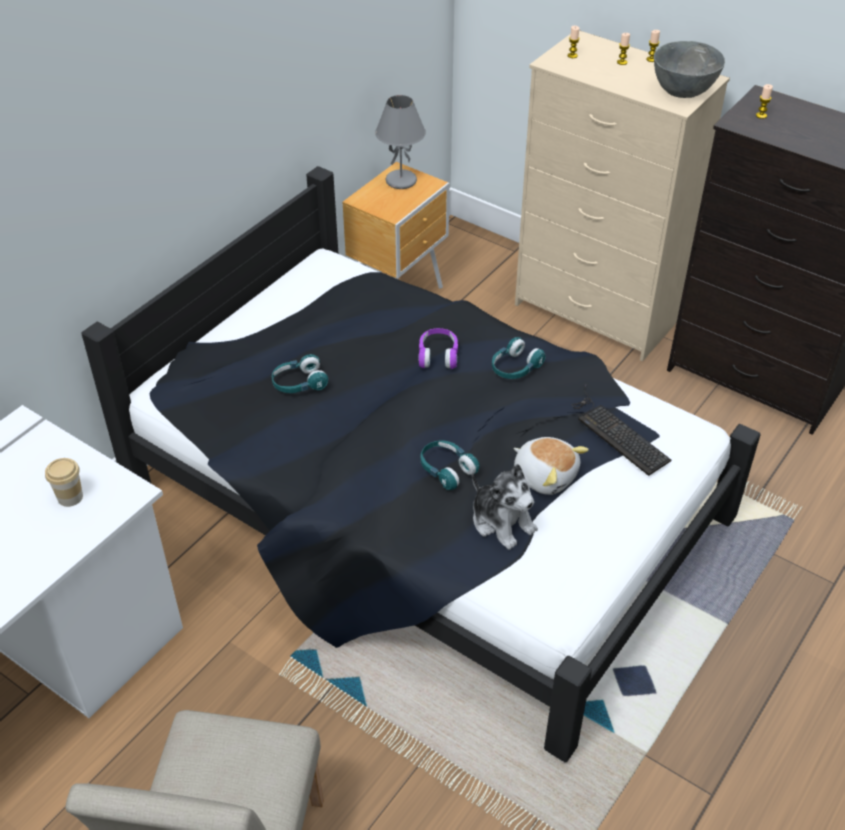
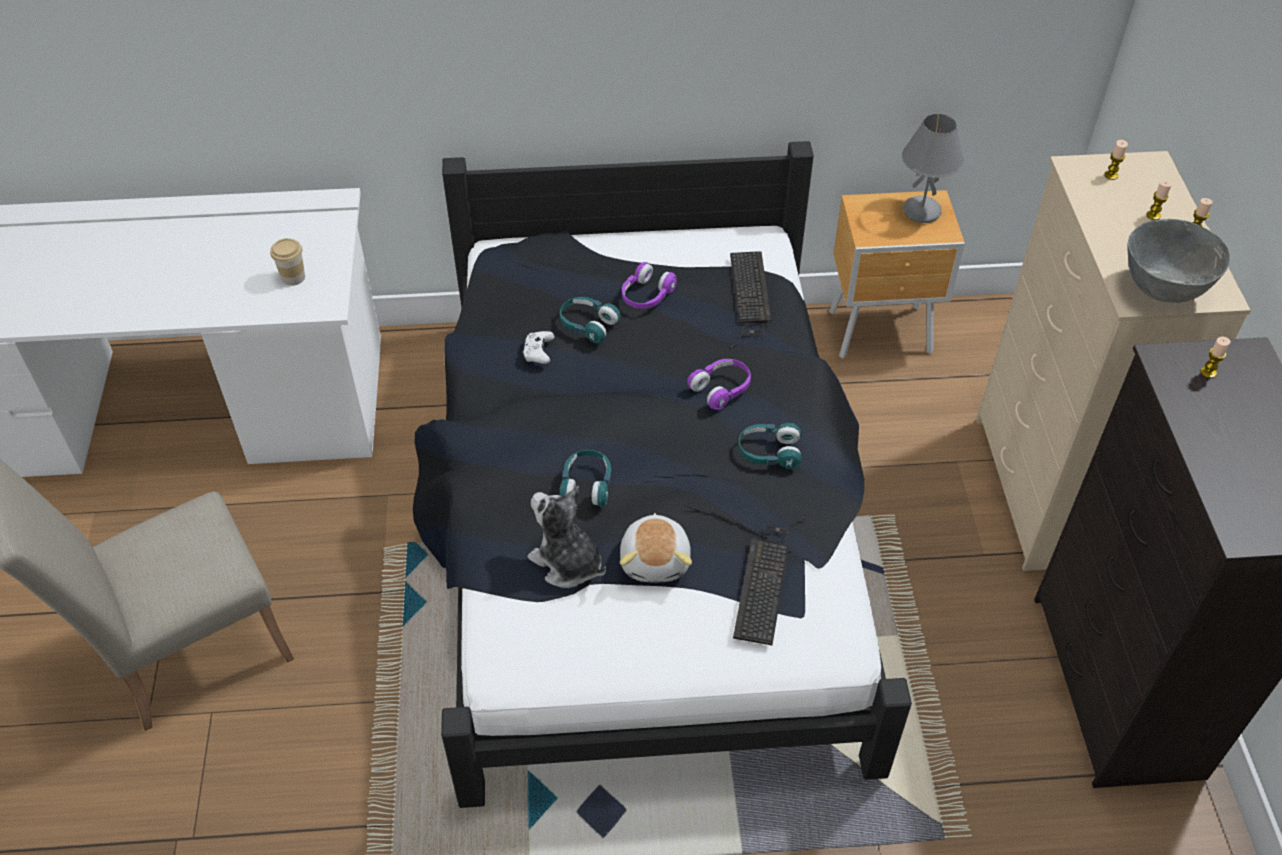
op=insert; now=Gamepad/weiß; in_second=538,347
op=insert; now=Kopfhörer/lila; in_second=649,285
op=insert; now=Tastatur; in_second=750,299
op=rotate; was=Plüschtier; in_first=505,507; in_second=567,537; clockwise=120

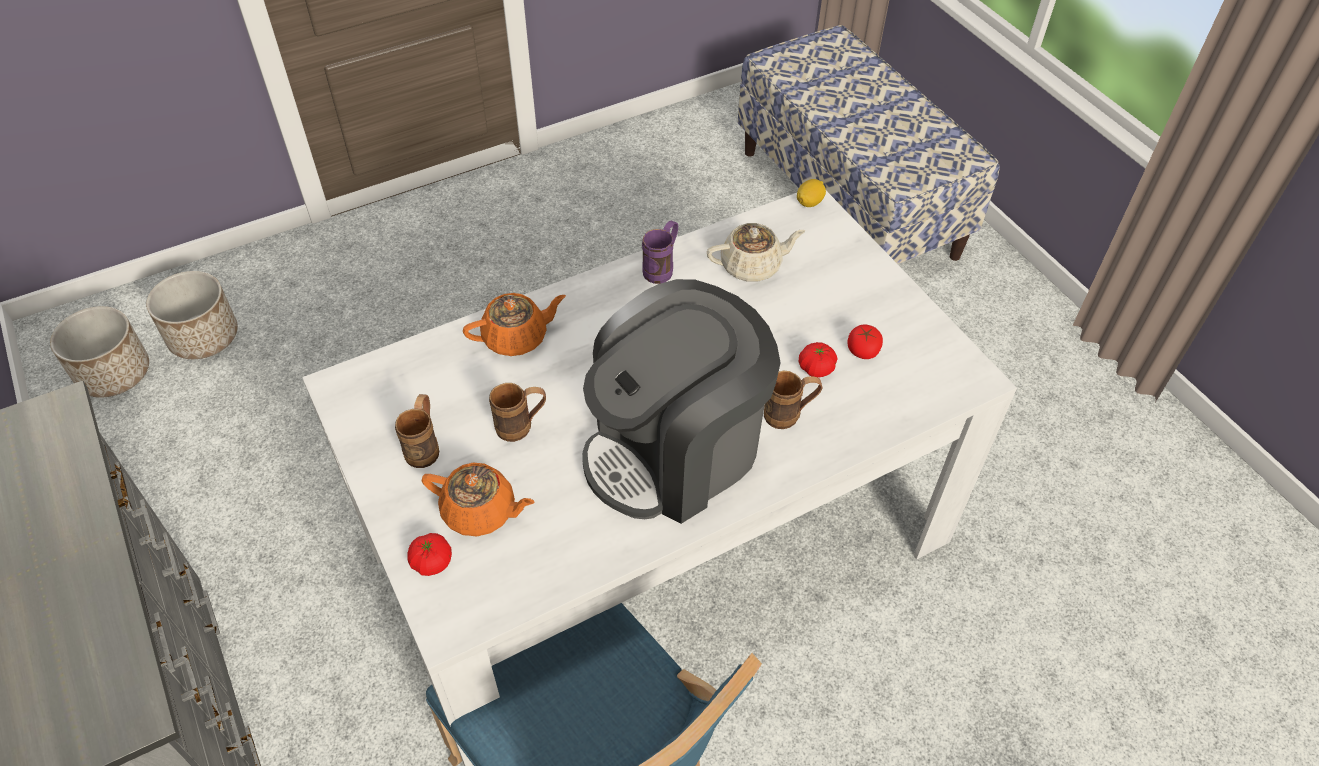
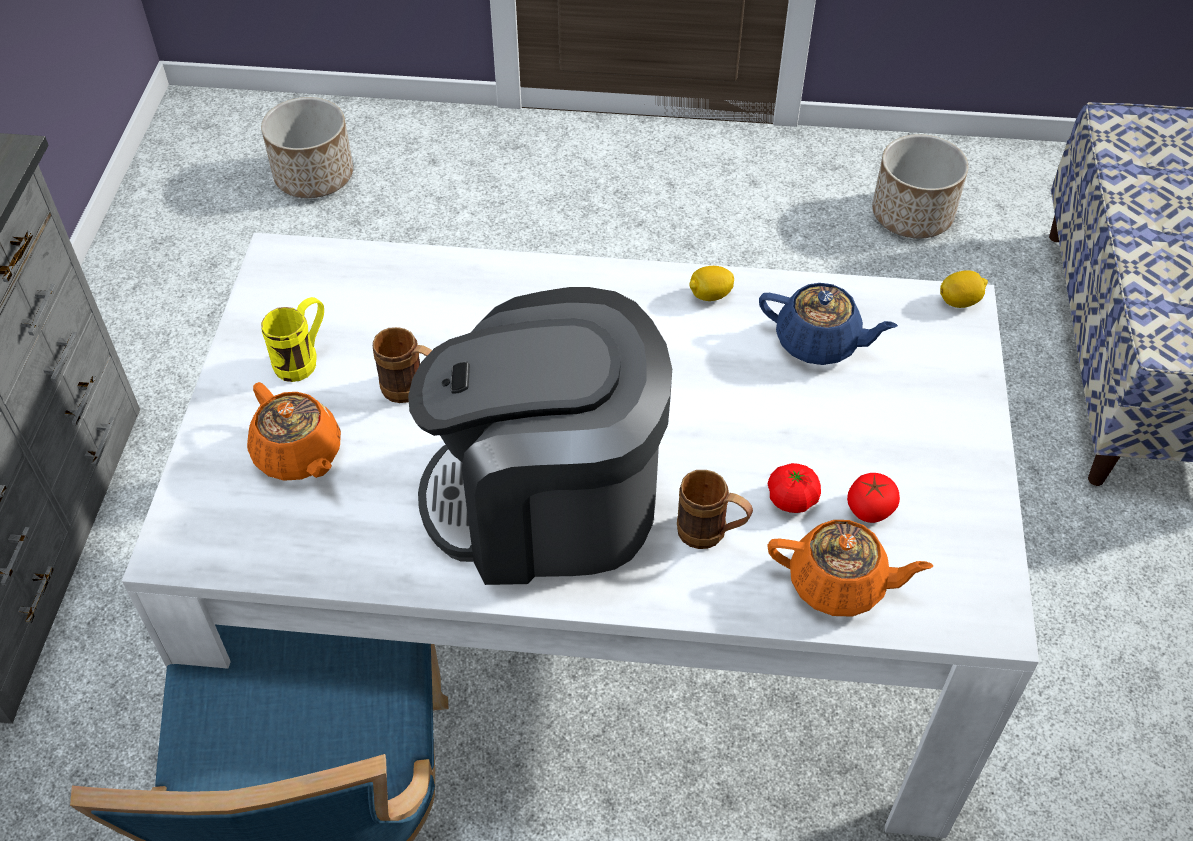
op=delete; was=Tomate; in_first=429,554
op=move; was=Pflanzkübel; in_first=99,352; in_second=920,186
op=move; was=Teekanne/orange; in_first=514,324; in_second=850,568
op=replace; was=Henkelbecher/lila; now=Zitrone; in_first=660,252; in_second=711,283
op=recolor; was=Henkelbecher/braun; now=Henkelbecher/gelb; in_first=417,431; in_second=292,339
op=recolor; was=Teekanne/beige; now=Teekanne/blau; in_first=756,252; in_second=828,324

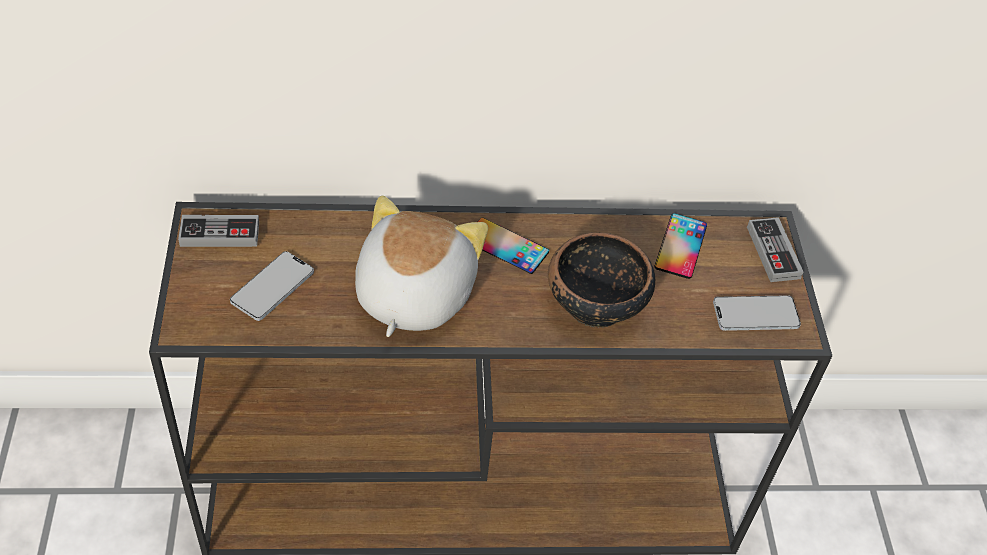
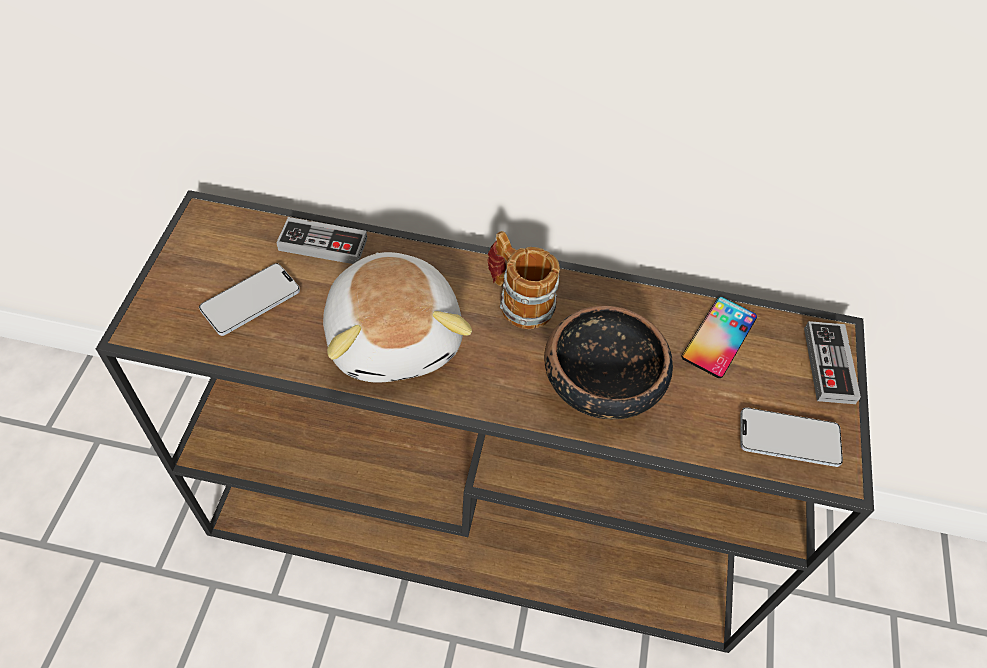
op=move; was=Gamepad; in_first=218,231; in_second=321,240
op=replace; was=Handy; now=Henkelbecher; in_first=513,245; in_second=523,280
op=rotate; was=Plüschtier; in_first=421,266; in_second=397,317; clockwise=135

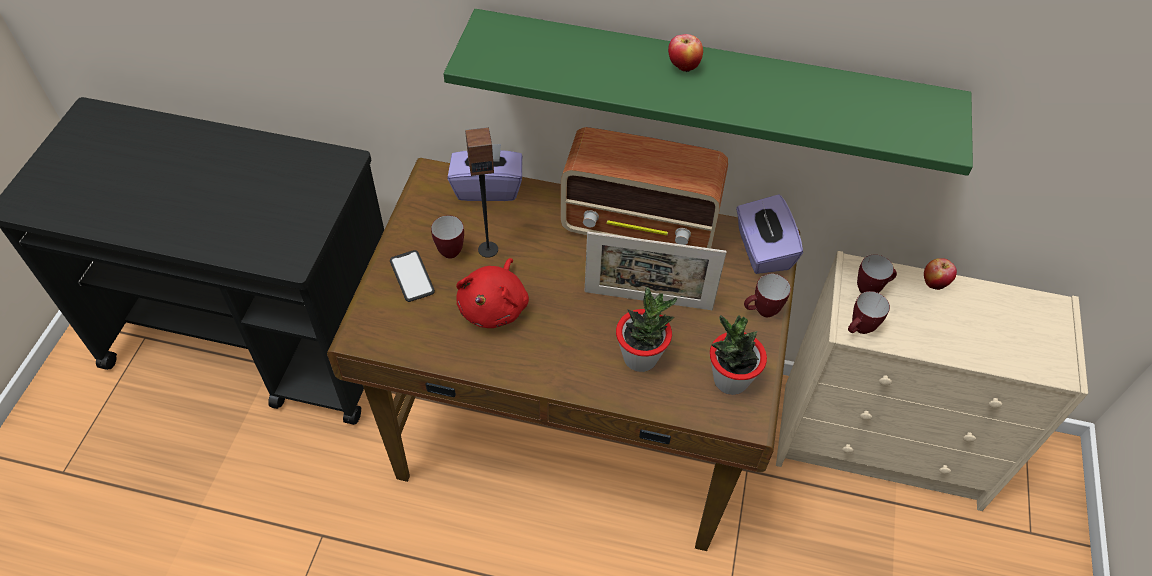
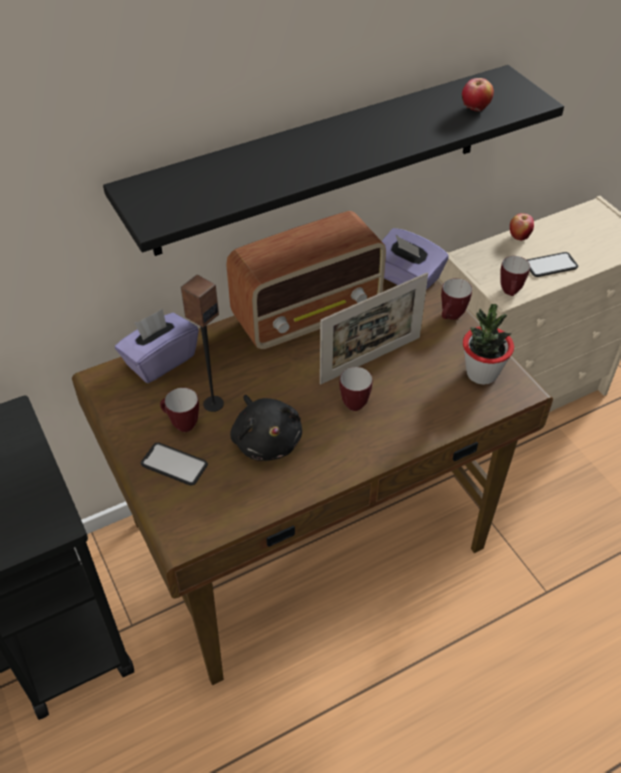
op=delete; was=Topfpflanze; in_first=646,329
op=insert; now=Handy; in_second=552,264
op=move; was=Apfel; in_first=685,53; in_second=478,95
op=move; was=Henkelbecher; in_first=877,274; in_second=356,389
op=recolor; was=Wandregal/grün; now=Wandregal/schwarz; in_first=708,92; in_second=333,160
op=recolor; was=Plüschtier/rot; now=Plüschtier/schwarz; in_first=492,293; in_second=266,428

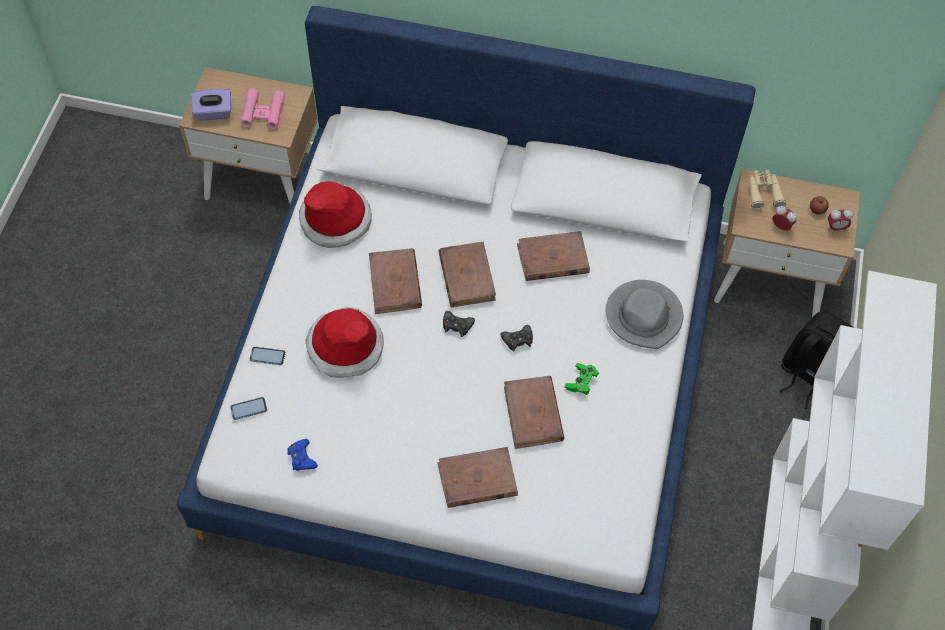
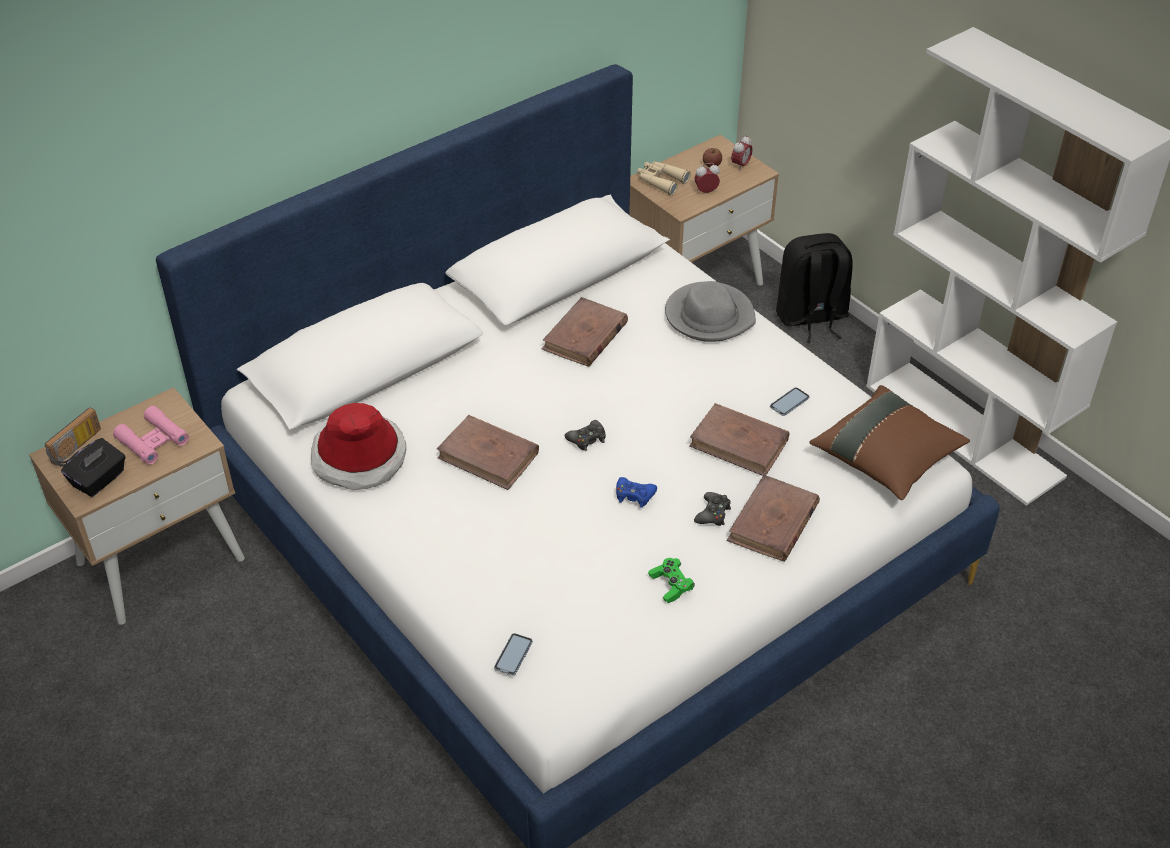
op=delete; was=Hut; in_first=345,342
op=delete; was=Buch/braun; in_first=467,274
op=insert; now=Radio; in_second=73,437
op=insert; now=Kissen/braun; in_second=889,442
op=move; was=Handy; in_first=267,355; in_second=789,401
op=move; was=Gamepad/blau; in_first=302,455; in_second=636,492
op=move; was=Gamepad/schwarz; in_first=516,338; in_second=712,509
op=move; was=Gamepad/grün; in_first=582,379; in_second=671,580
op=recolor; was=Taschentuchbox/lila; now=Taschentuchbox/schwarz; in_first=211,104; in_second=93,467

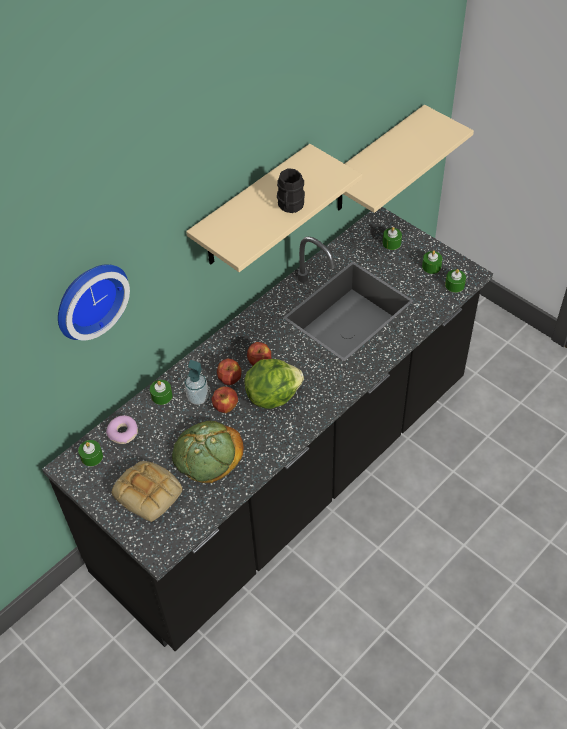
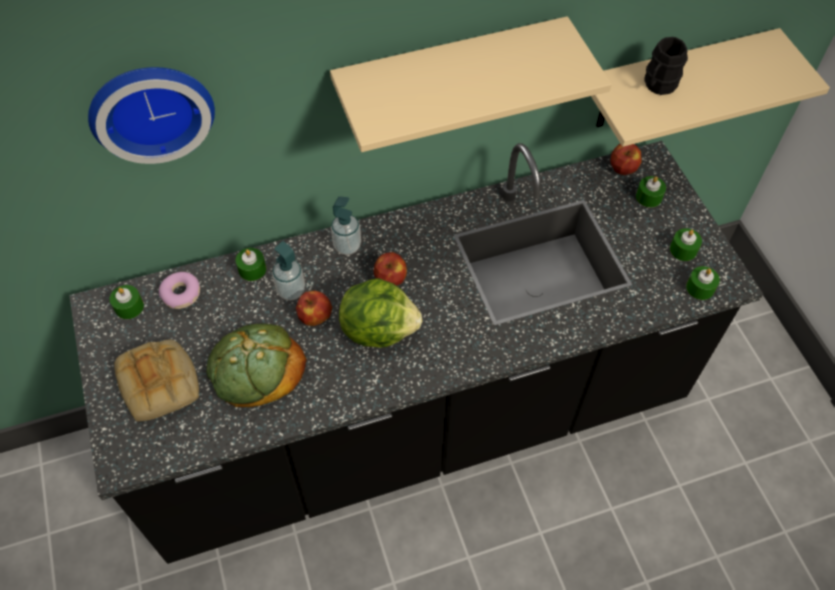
op=insert; now=Seifenspender; in_second=346,226
op=move; was=Apfel; in_first=229,371; in_second=626,159
op=move; was=Henkelbecher/schwarz; in_first=291,190; in_second=666,66

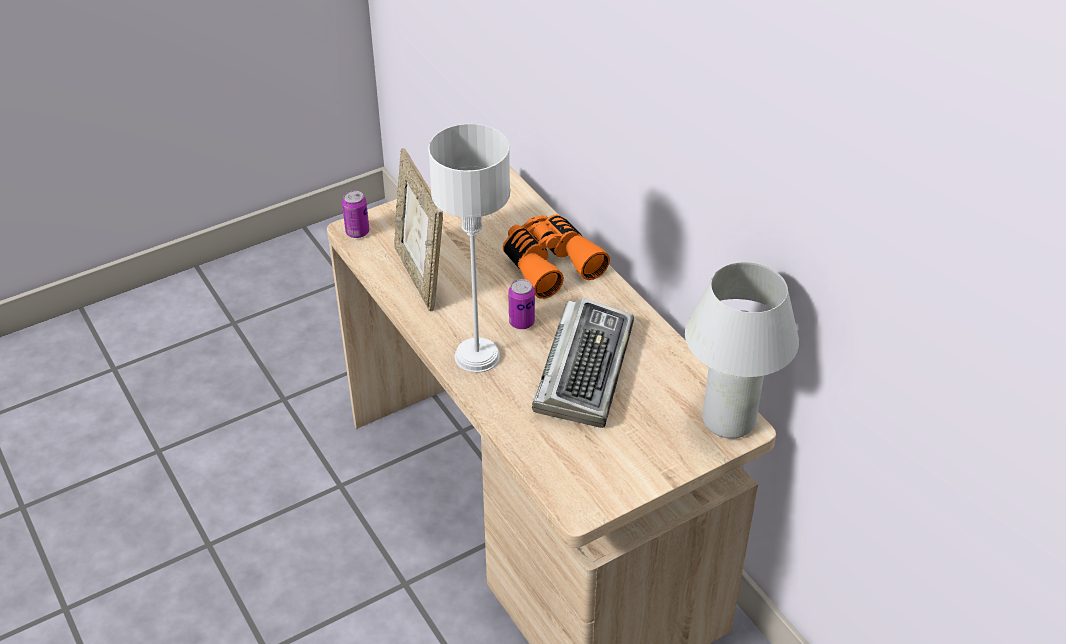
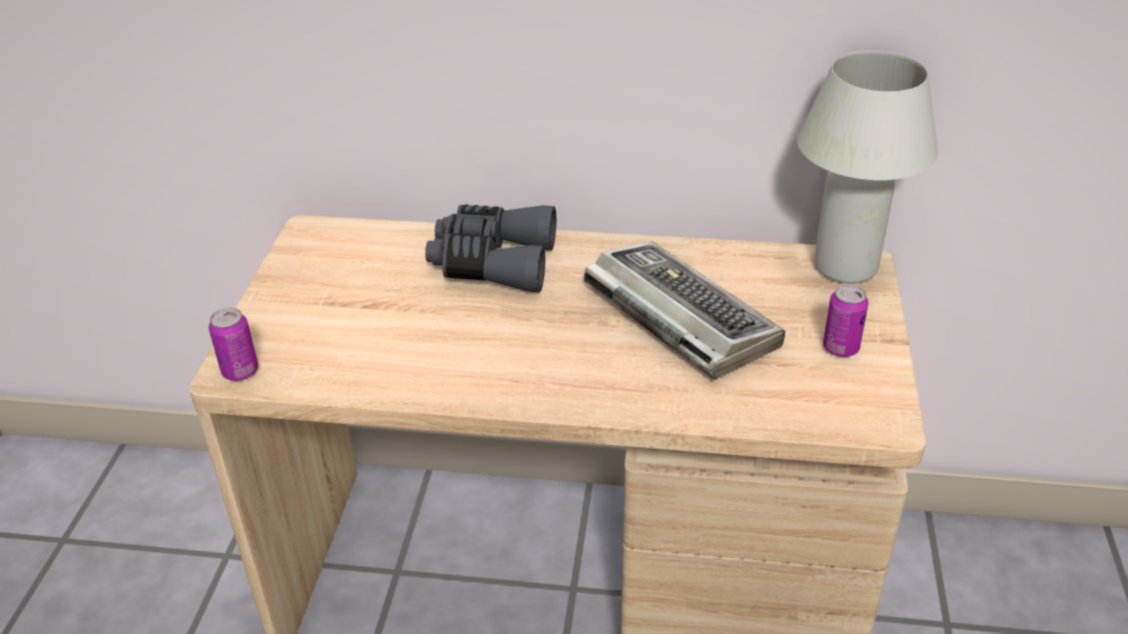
op=delete; was=Bilderrahmen; in_first=418,230
op=delete; was=Tischlampe/grau; in_first=469,248
op=move; was=Dose; in_first=522,304; in_second=845,320
op=recolor; was=Fernglas/orange; now=Fernglas/grau; in_first=556,256; in_second=490,248

